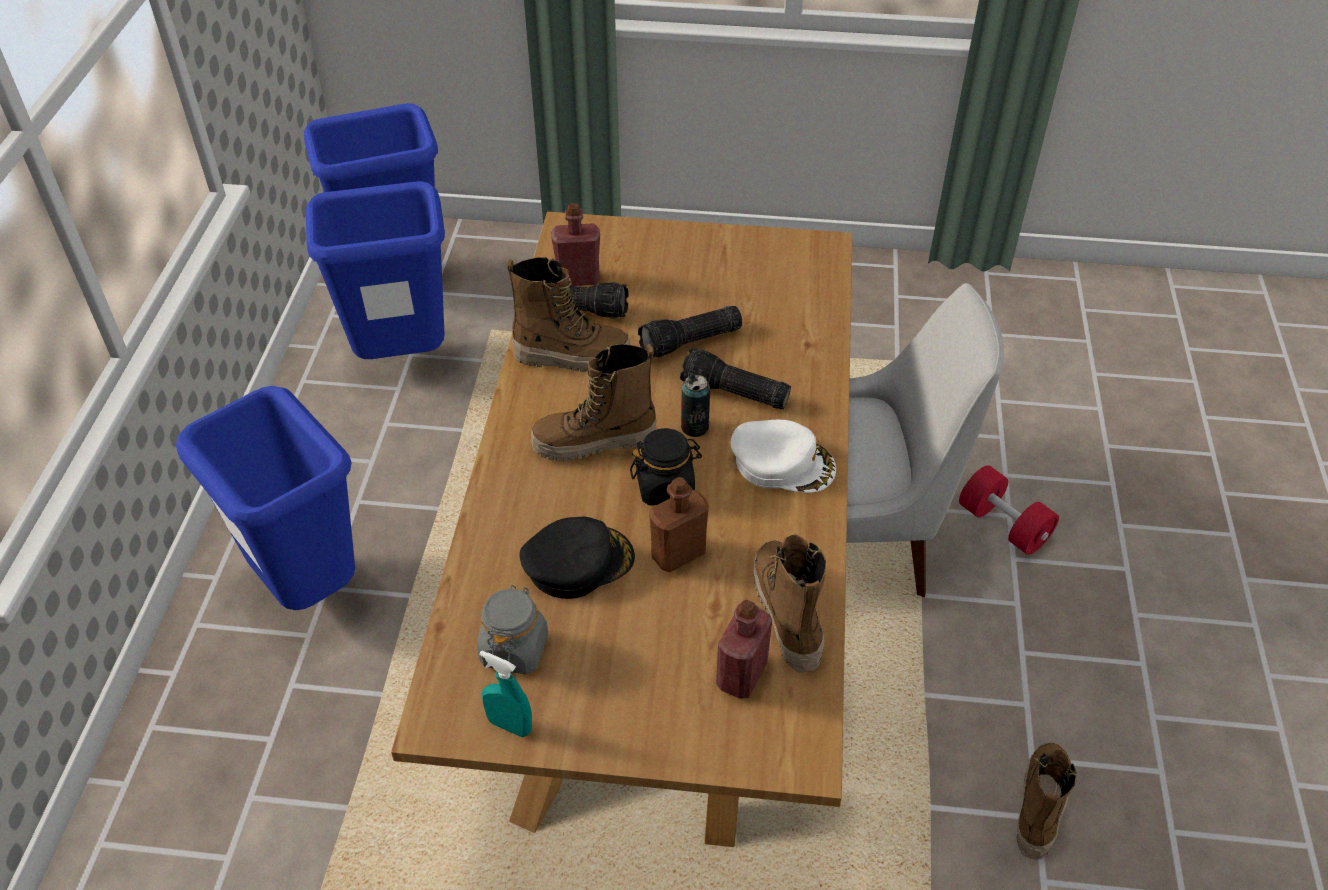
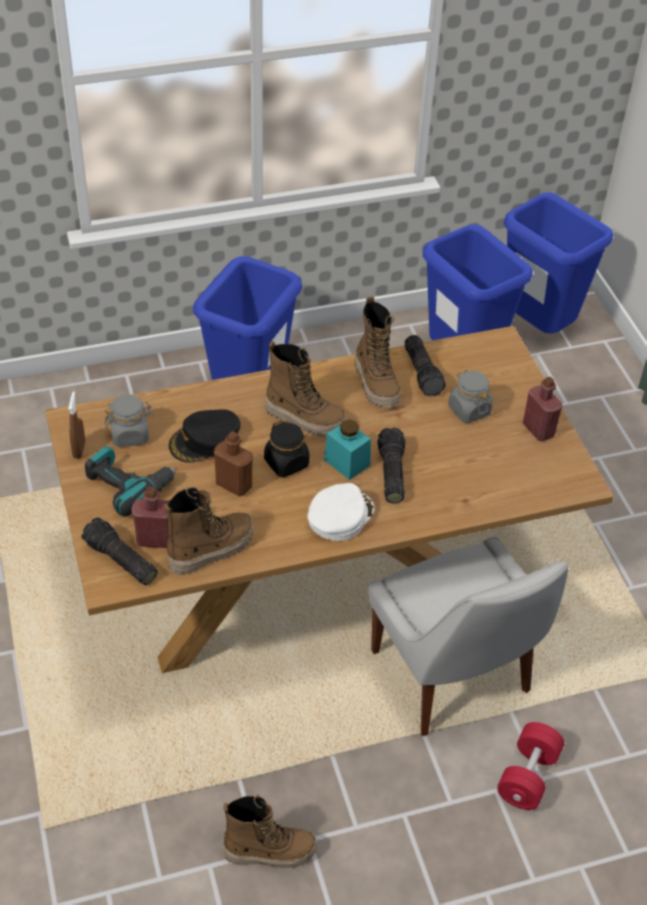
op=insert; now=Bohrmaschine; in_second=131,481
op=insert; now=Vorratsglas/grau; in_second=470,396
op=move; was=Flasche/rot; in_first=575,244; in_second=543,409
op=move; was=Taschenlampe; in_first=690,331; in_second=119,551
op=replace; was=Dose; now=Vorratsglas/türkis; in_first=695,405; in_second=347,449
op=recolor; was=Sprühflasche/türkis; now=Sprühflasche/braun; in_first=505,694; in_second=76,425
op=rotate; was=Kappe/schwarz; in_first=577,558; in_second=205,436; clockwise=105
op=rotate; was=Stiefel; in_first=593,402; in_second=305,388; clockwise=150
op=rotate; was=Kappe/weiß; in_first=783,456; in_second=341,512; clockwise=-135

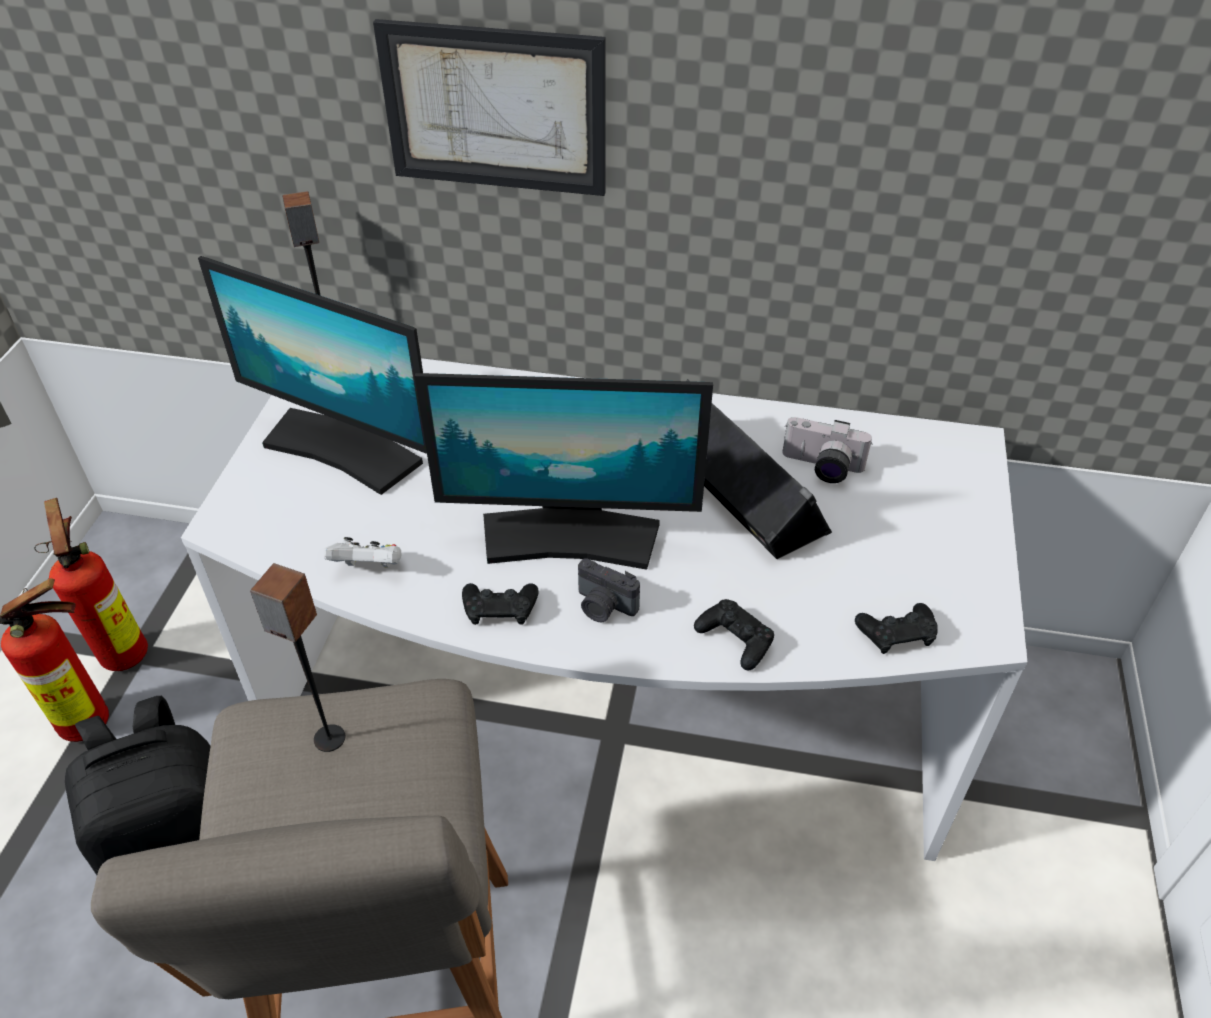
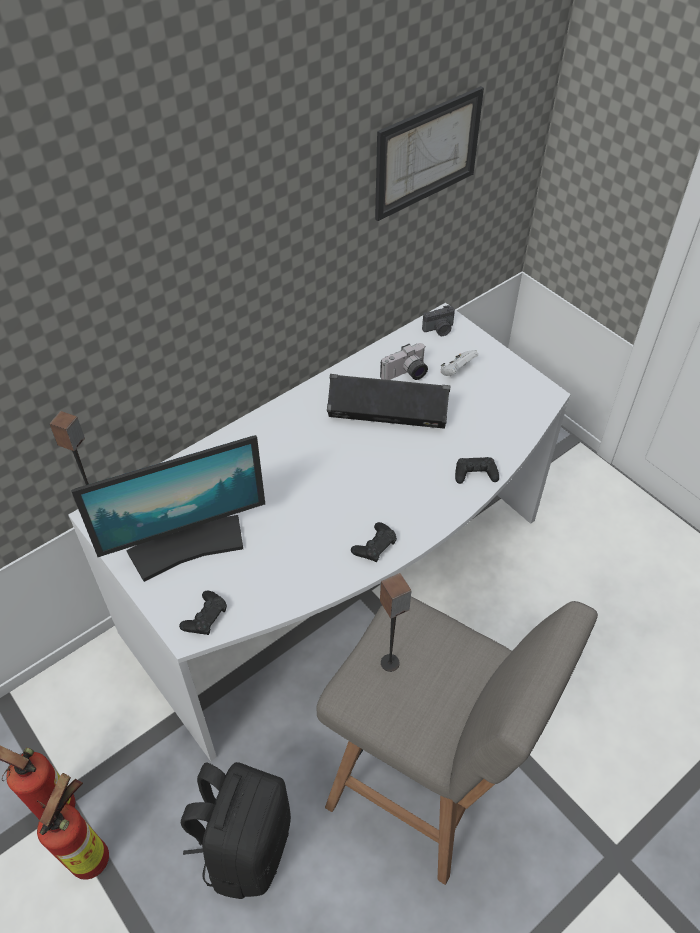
op=delete; was=Monitor; in_first=564,471
op=move; was=Gamepad/weiß; in_first=363,552; in_second=459,363
op=move; was=Bild; in_first=489,107; in_second=429,153
op=move; was=Kamera; in_first=609,590; in_second=438,320
op=move; was=Gamepad/schwarz; in_first=896,628; in_second=203,612

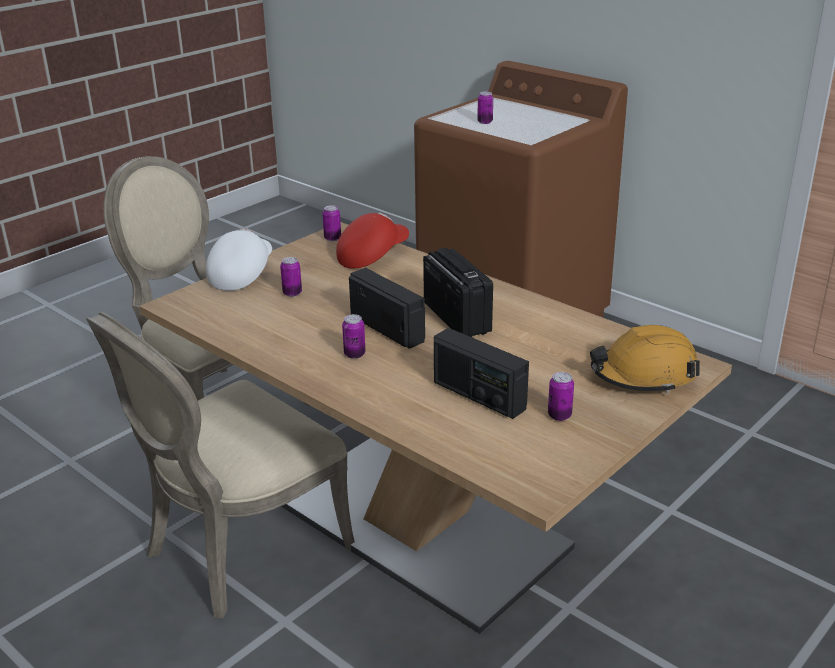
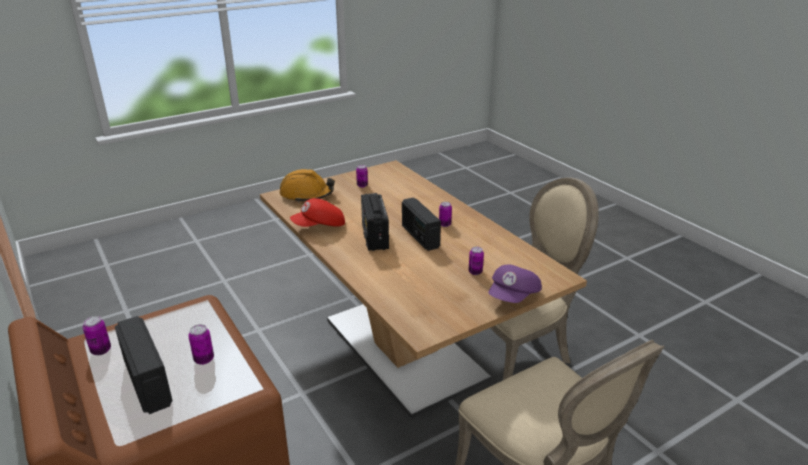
op=move; was=Dose; in_first=331,223; in_second=97,335
op=move; was=Kappe/rot; in_first=372,240; in_second=317,212
op=move; was=Radio; in_first=481,373; in_second=144,365
op=recolor; was=Kappe/weiß; now=Kappe/lila; in_first=239,260; in_second=515,284

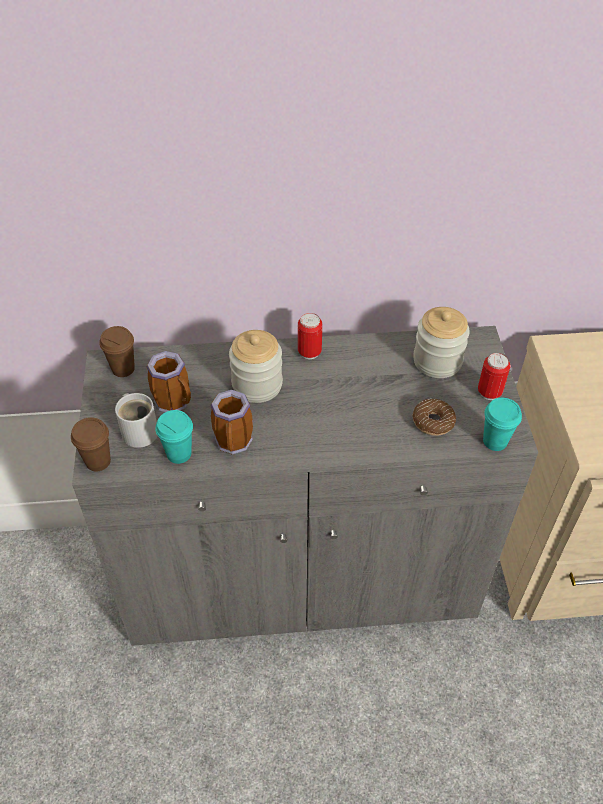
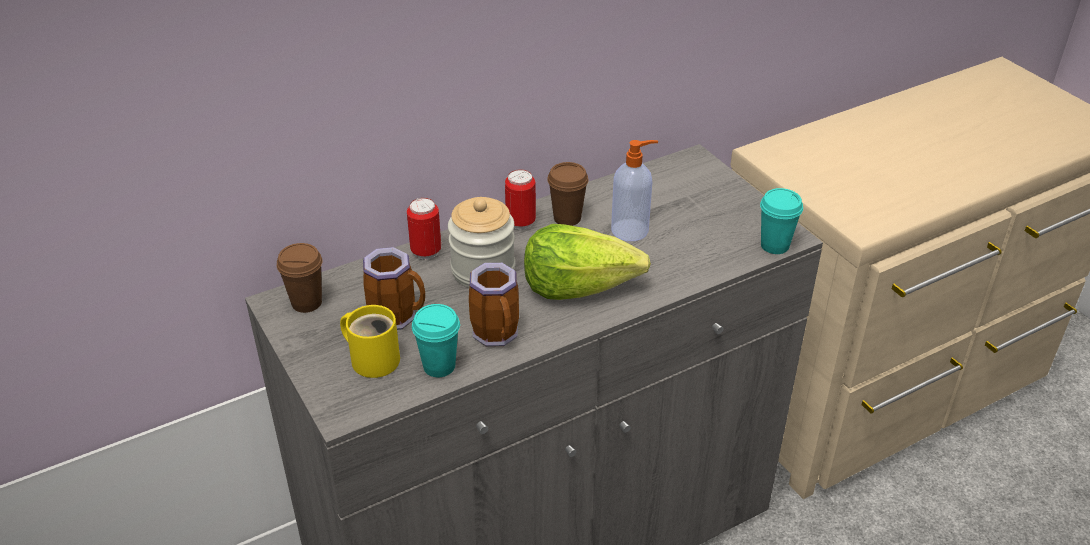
op=delete; was=Vorratsglas; in_first=441,342
op=delete; was=Donut; in_first=434,417
op=insert; now=Salatkopf; in_second=587,262
op=insert; now=Seifenspender; in_second=634,190
op=move; was=Tasse/braun; in_first=91,444; in_second=567,194
op=move; was=Dose; in_first=494,376; in_second=424,229
op=recolor; was=Henkelbecher/weiß; now=Henkelbecher/gelb; in_first=136,420; in_second=370,341

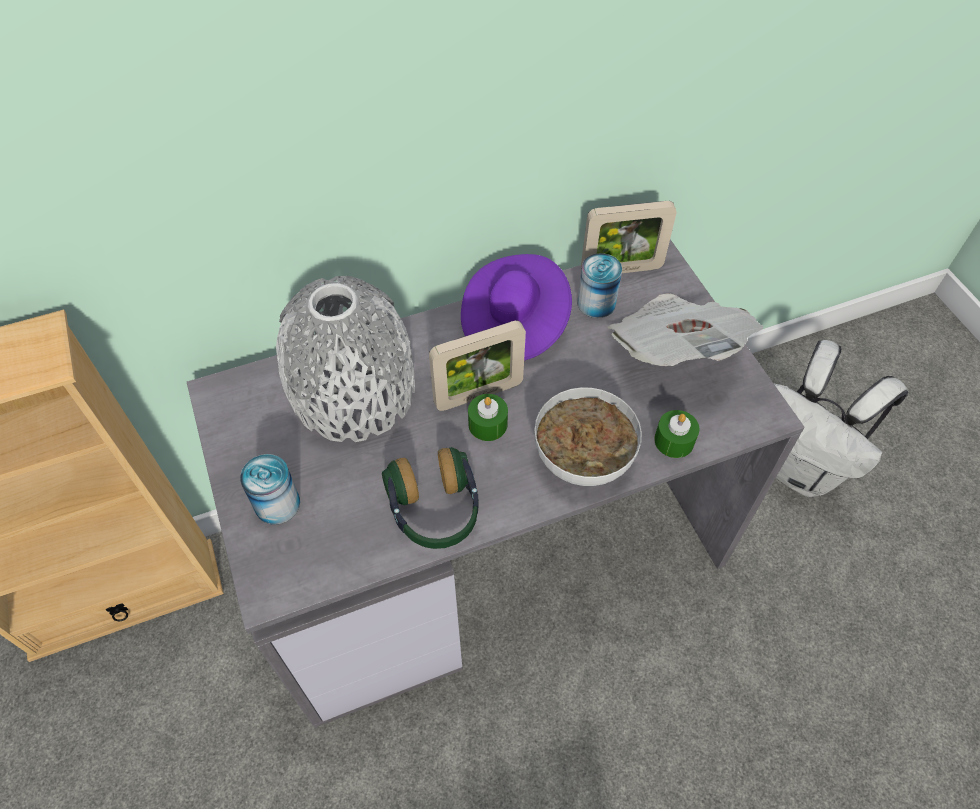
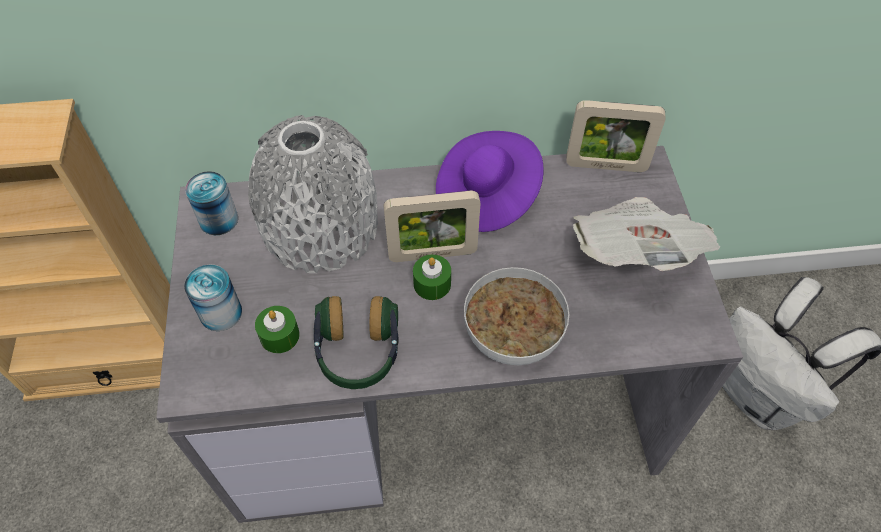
op=move; was=Dose; in_first=599,285; in_second=211,203
op=move; was=Kerze/grün; in_first=677,434; in_second=277,329

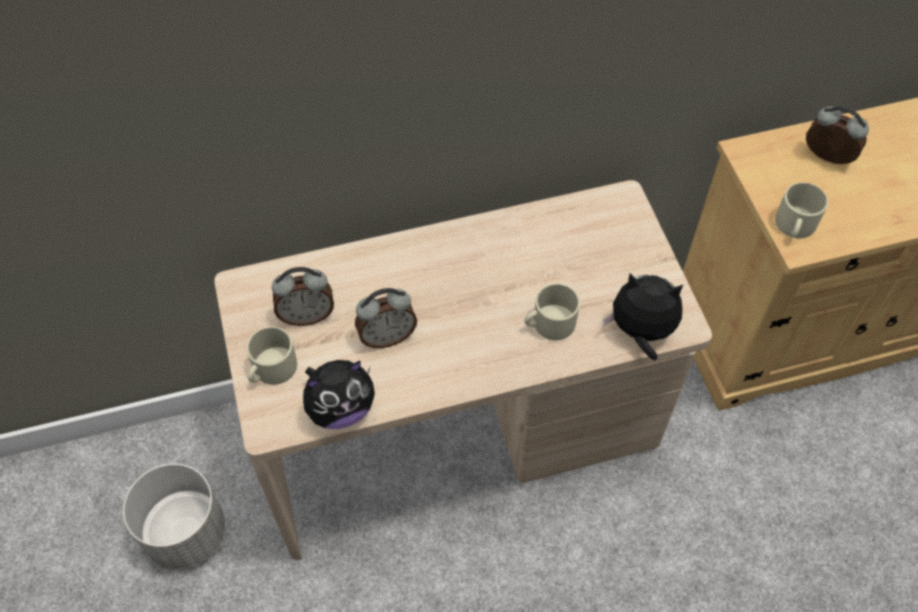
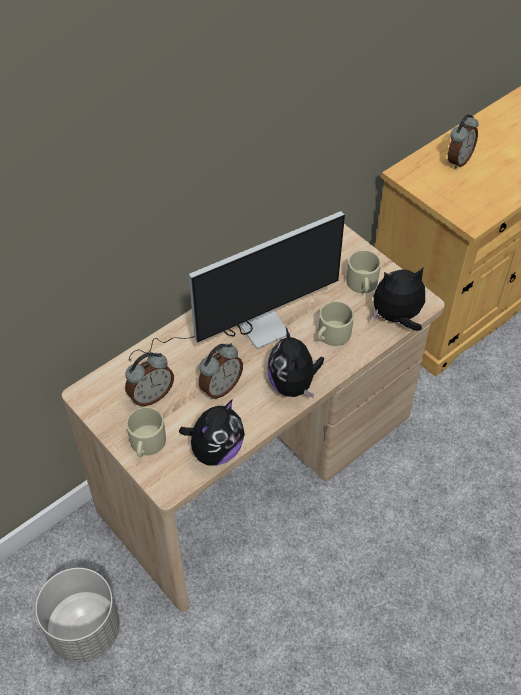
op=insert; now=Monitor; in_second=236,286
op=insert; now=Plüschtier; in_second=295,363
op=move; was=Henkelbecher/beige; in_first=801,210; in_second=363,271
op=rotate; was=Wecker; in_first=837,135; in_second=463,141; clockwise=120

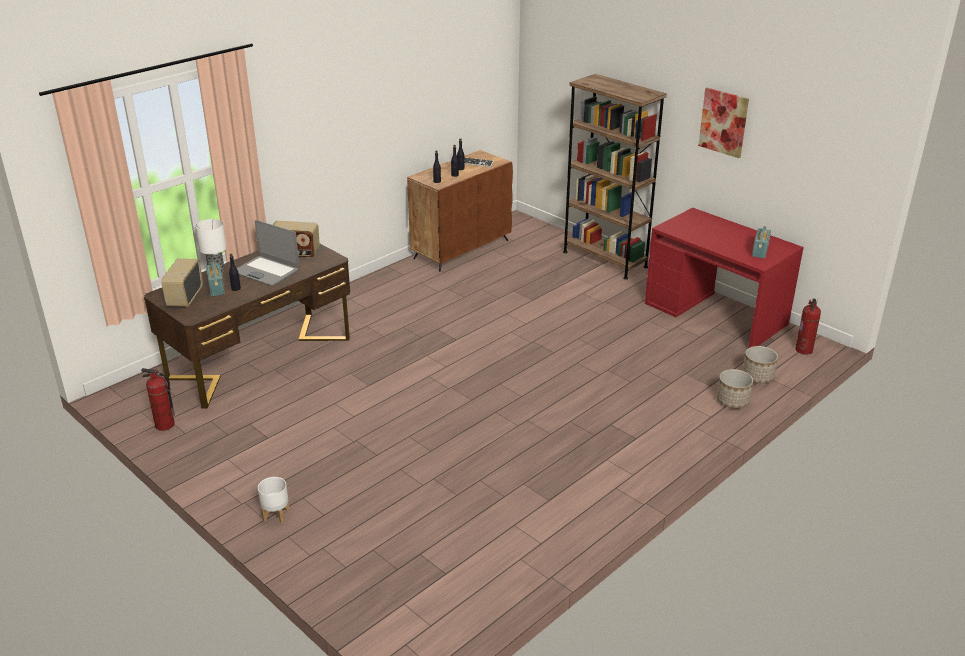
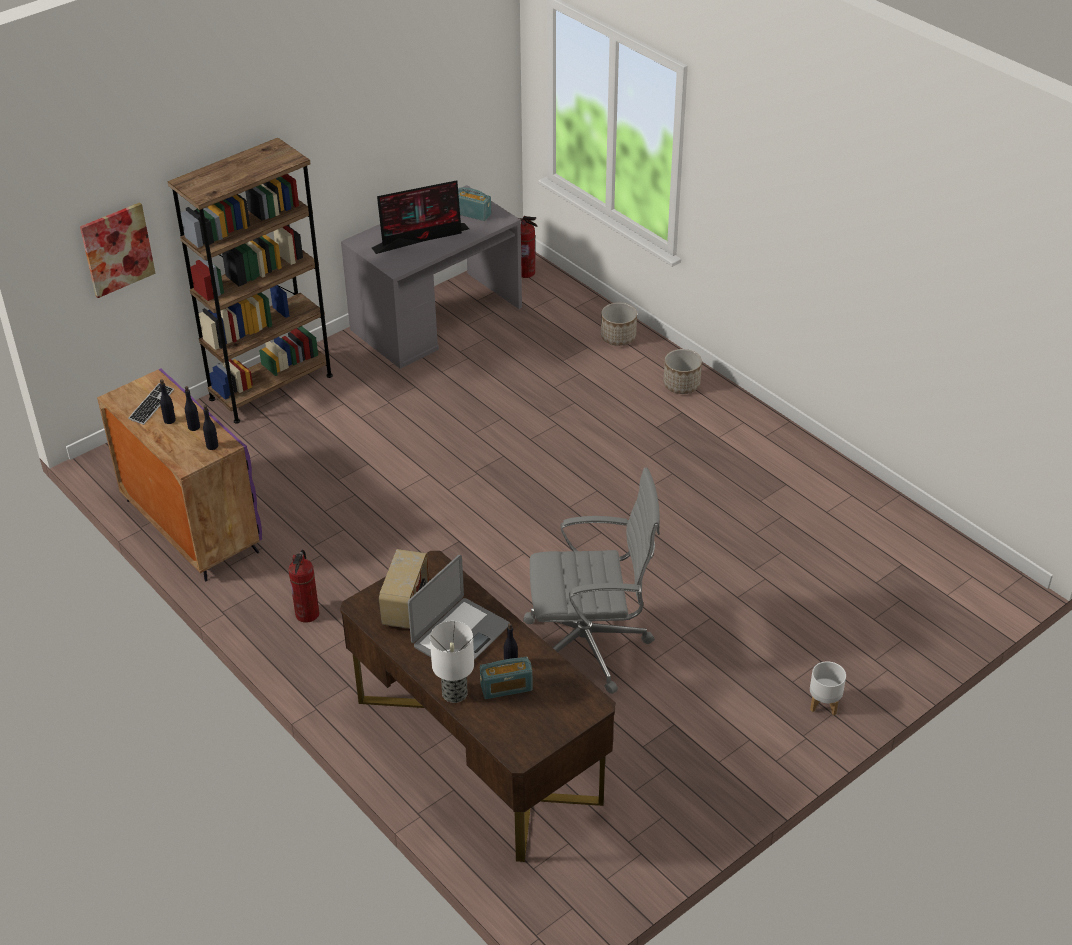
op=delete; was=Radio; in_first=182,282
op=insert; now=Monitor; in_second=420,217
op=insert; now=Bürostuhl/grau; in_second=591,581
op=move; was=Feuerlöscher; in_first=158,399; in_second=303,586
op=move; was=Bild; in_first=723,123; in_second=118,250
op=move; was=Pflanzkübel; in_first=760,365; in_second=682,371
op=recolor; was=Schrank/braun; now=Schrank/lila; in_first=460,211; in_second=179,474
op=recolor; was=Schreibtisch/rot; now=Schreibtisch/grau; in_first=724,277; in_second=431,277

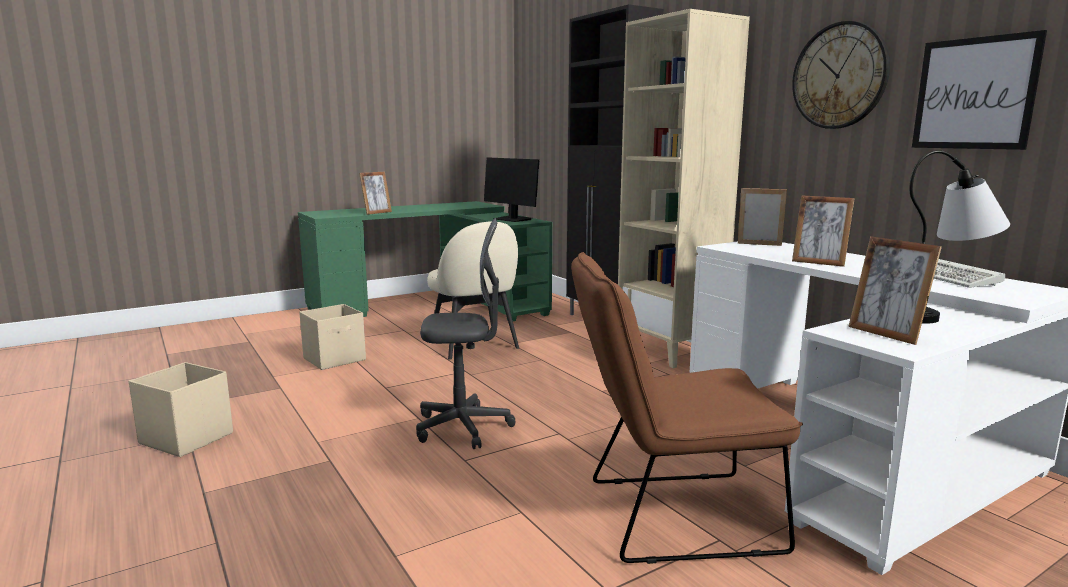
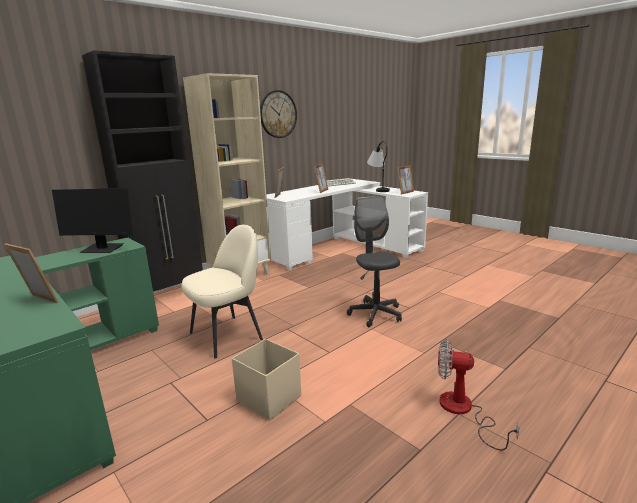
op=delete; was=Stuhl/braun; in_first=687,408
op=delete; was=Bild; in_first=979,90
op=replace; was=Aufbewahrungsbox/beige; now=Ventilator; in_first=181,409; in_second=478,395
op=rotate; was=Monitor; in_first=511,189; in_second=92,220; clockwise=60

